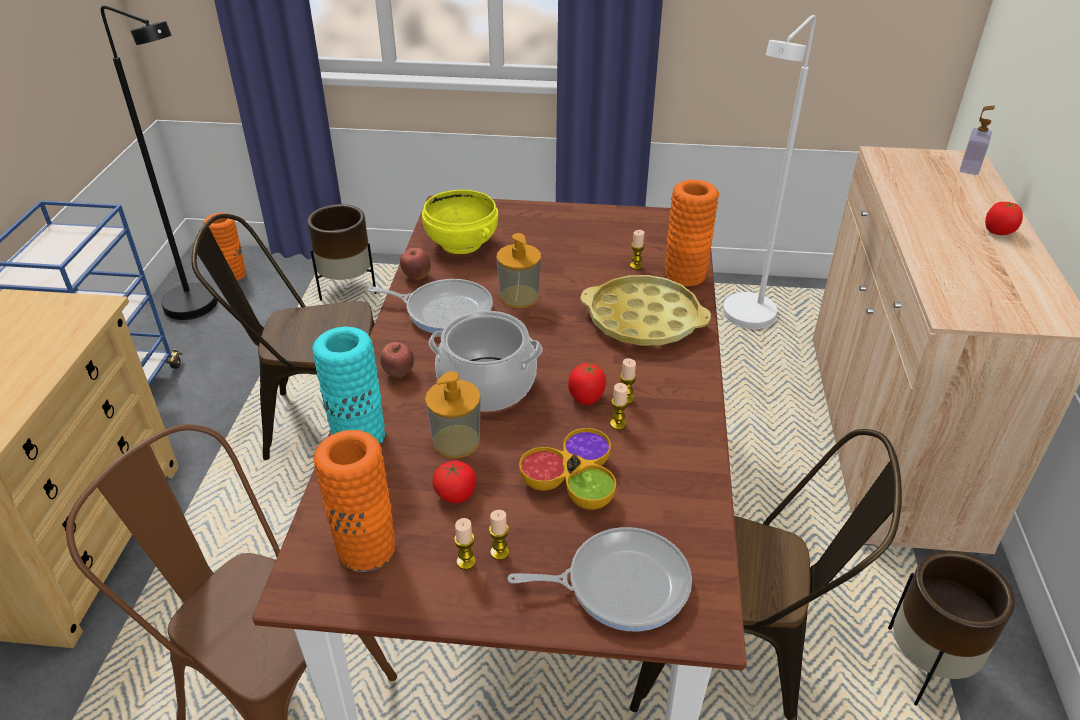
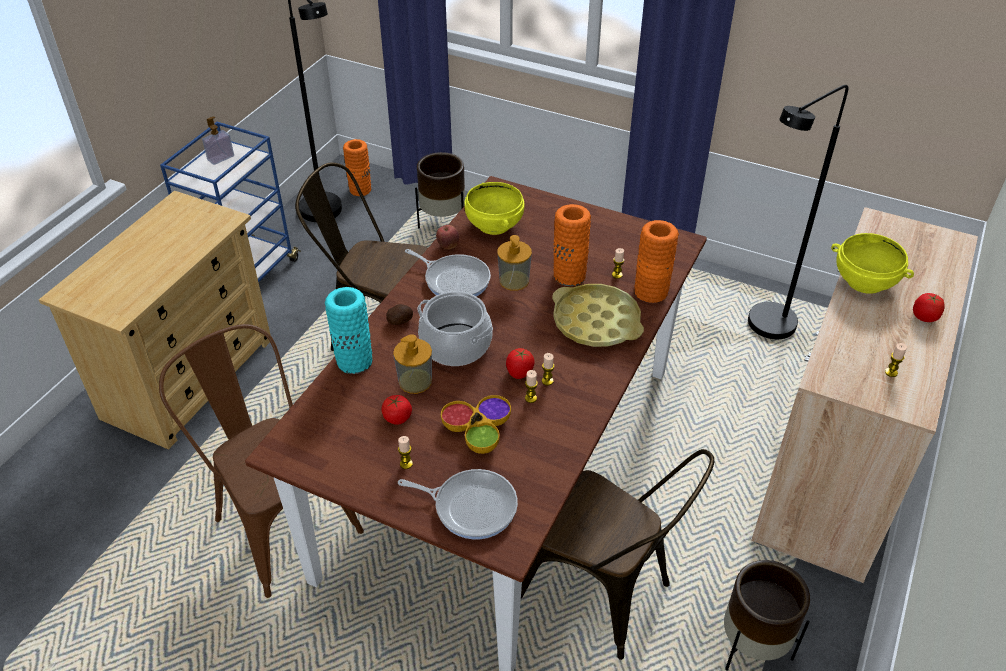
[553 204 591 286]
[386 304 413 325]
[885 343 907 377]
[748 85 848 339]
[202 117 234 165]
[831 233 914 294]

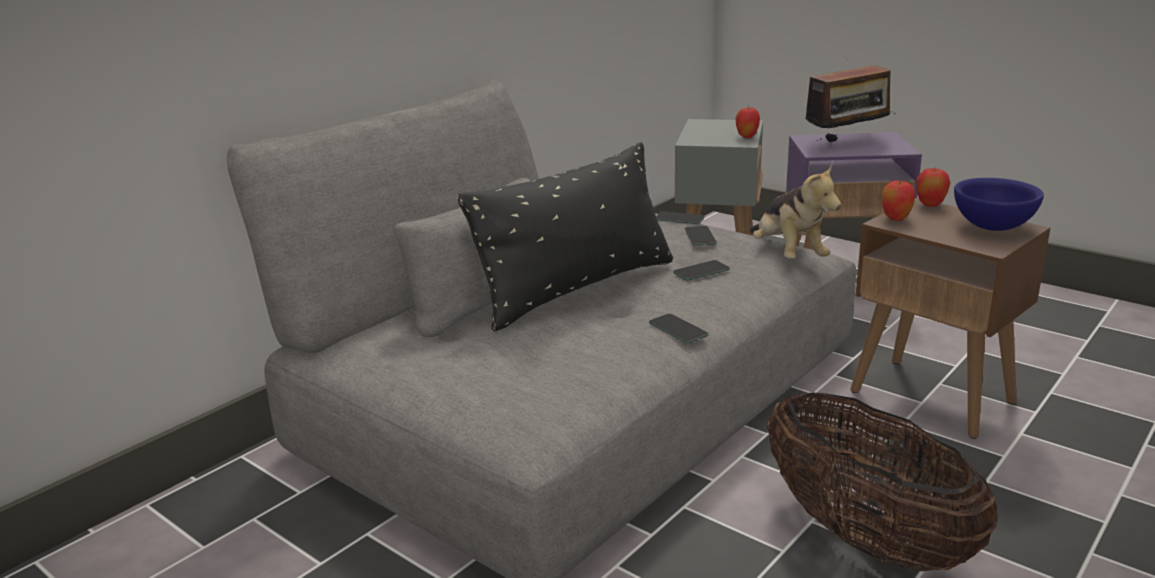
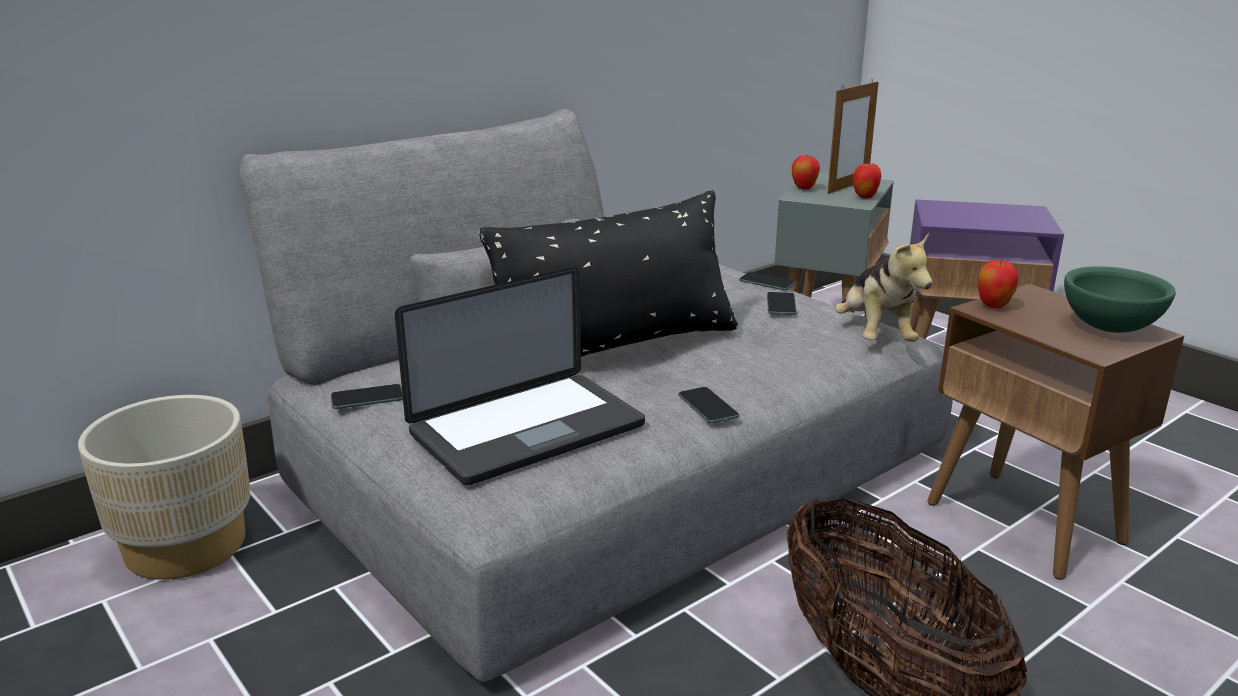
[331 384 403 409]
[799 56 895 142] (first image)
[792 156 820 189]
[1064 266 1176 333]
[78 395 250 579]
[395 267 645 485]
[827 79 879 194]

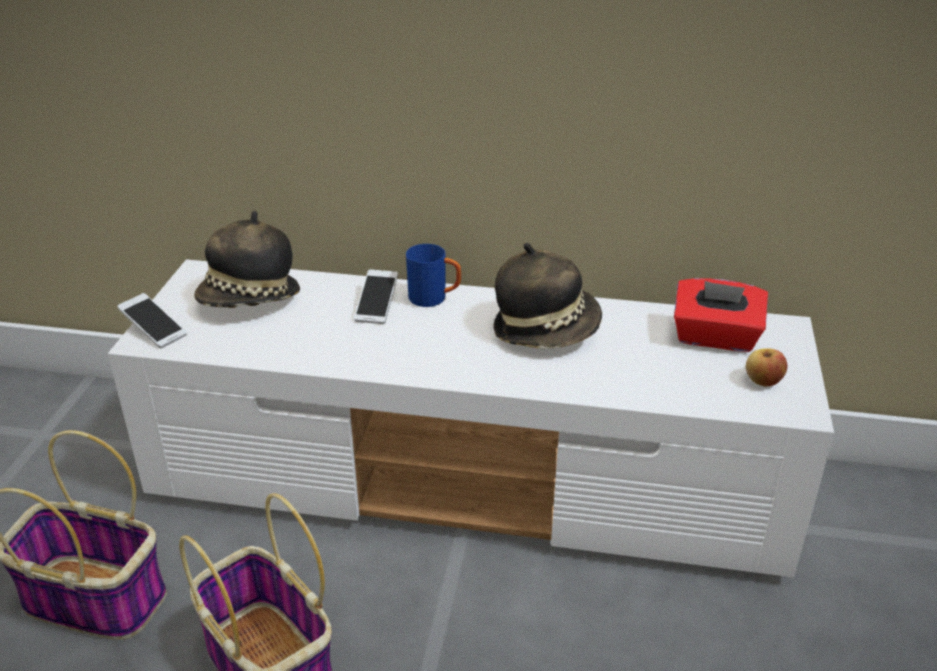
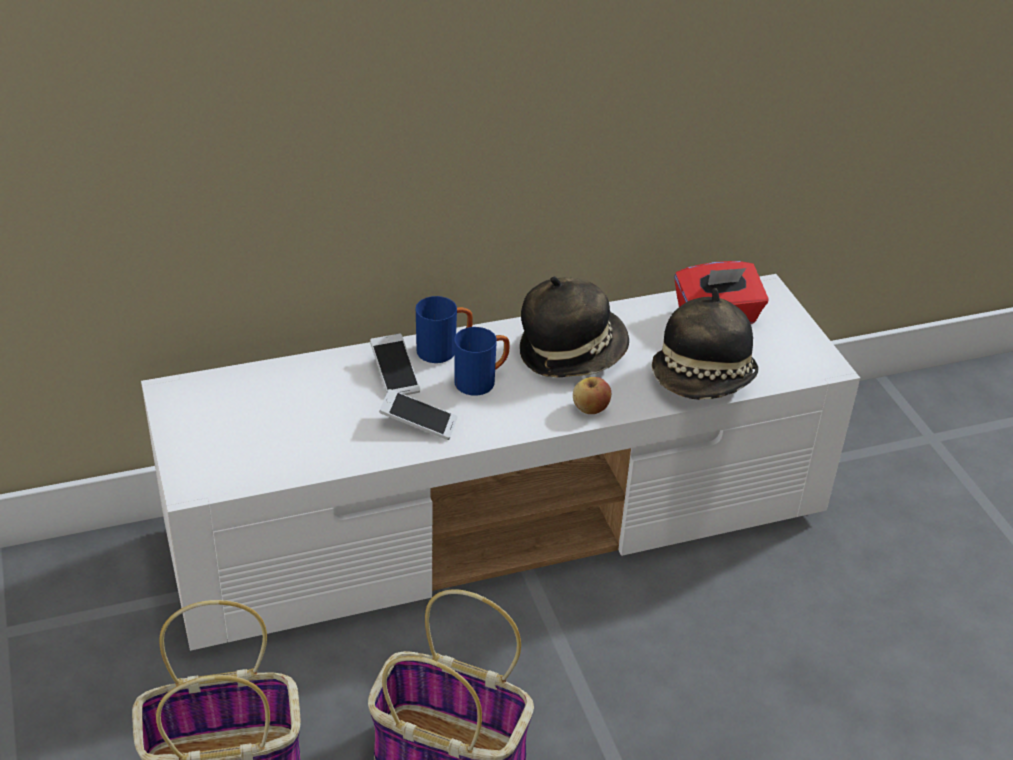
[379 389 458 440]
[652 288 758 400]
[573 377 611 414]
[454 327 510 396]

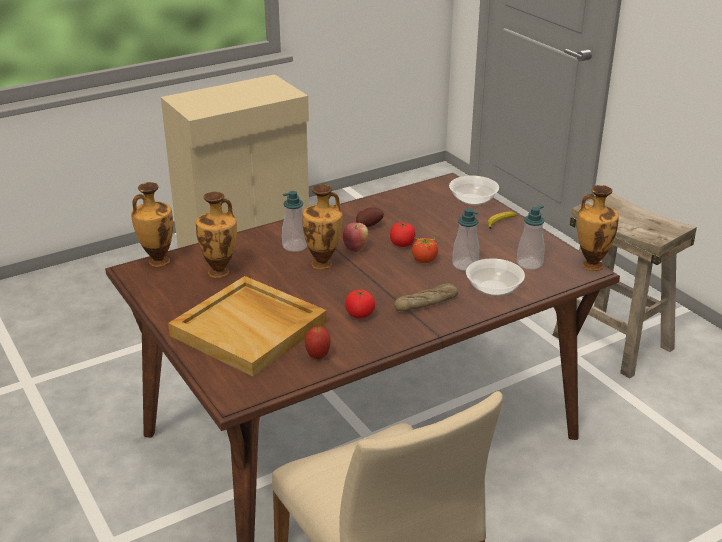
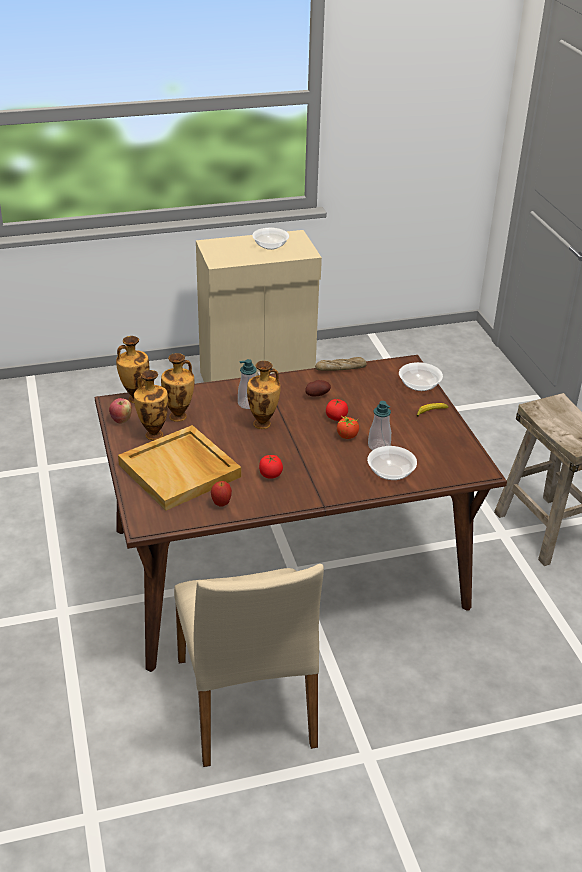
[109 398 132 424]
[315 357 367 371]
[517 205 545 270] (first image)
[134 370 168 440]
[252 228 289 250]

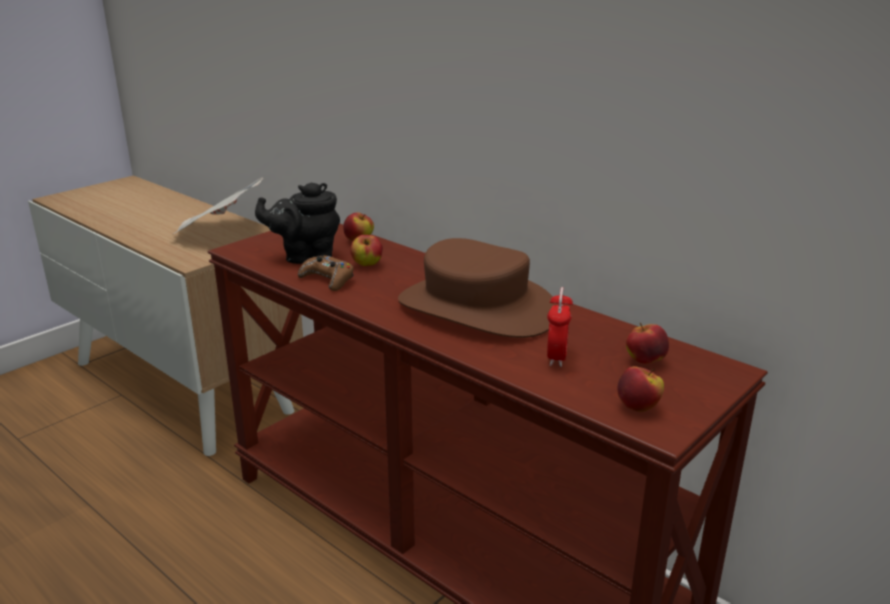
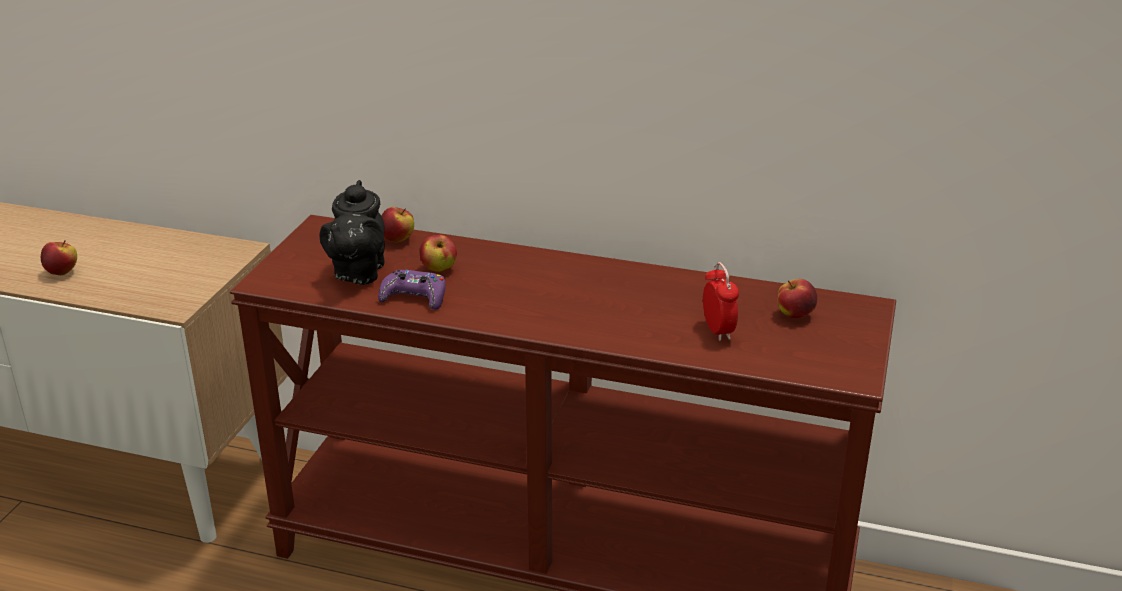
[174 178 263 234] (first image)
[319 180 385 285]
[378 270 446 310]
[398 238 558 338] (first image)
[41 241 77 275]

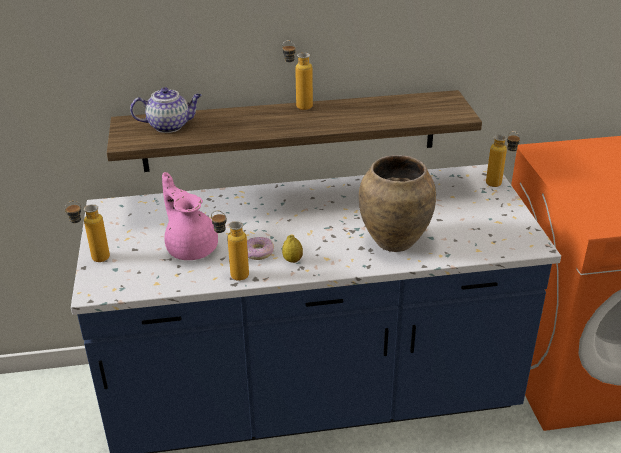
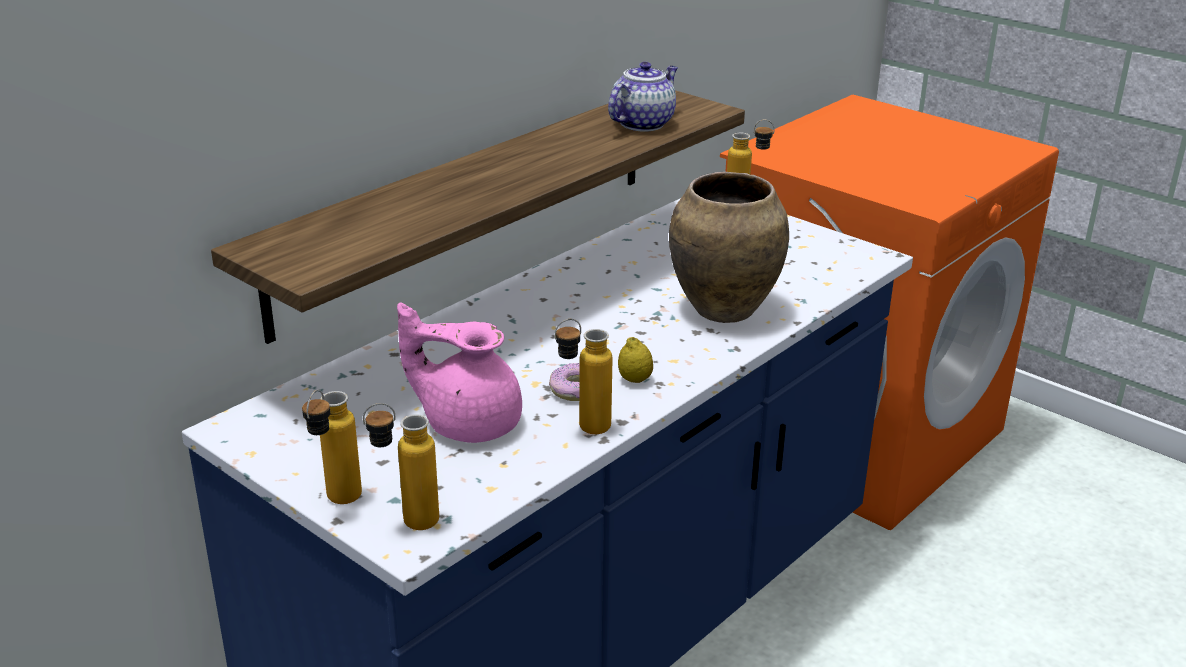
[608 62 678 132]
[363 403 439 530]

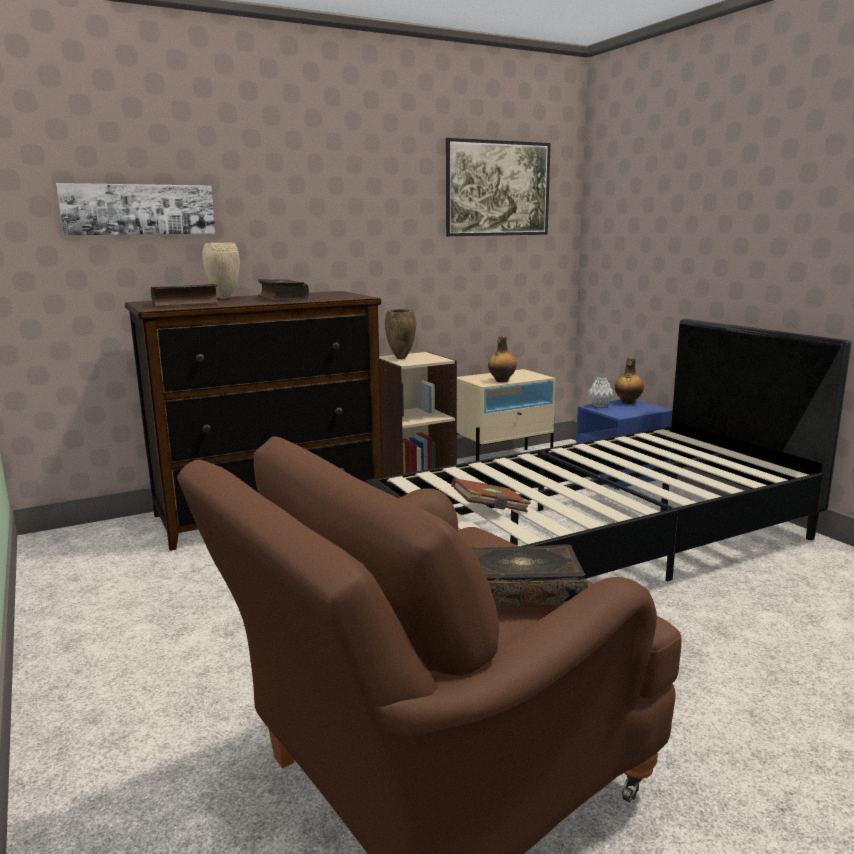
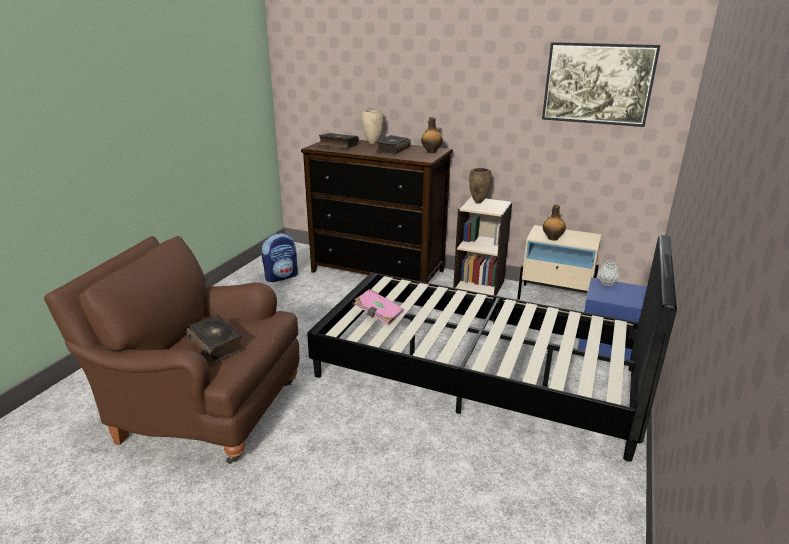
[56 183 215 236] (first image)
[354 289 403 325]
[421 117 443 153]
[262 233 298 282]

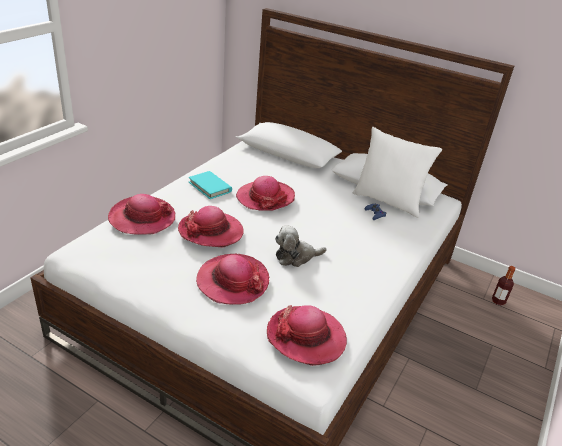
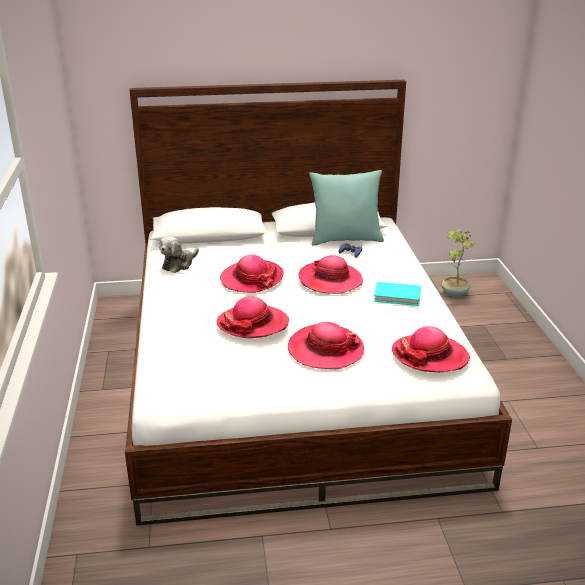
[298 255 363 294]
[374 282 421 306]
[159 236 199 273]
[309 170 384 245]
[441 230 475 297]

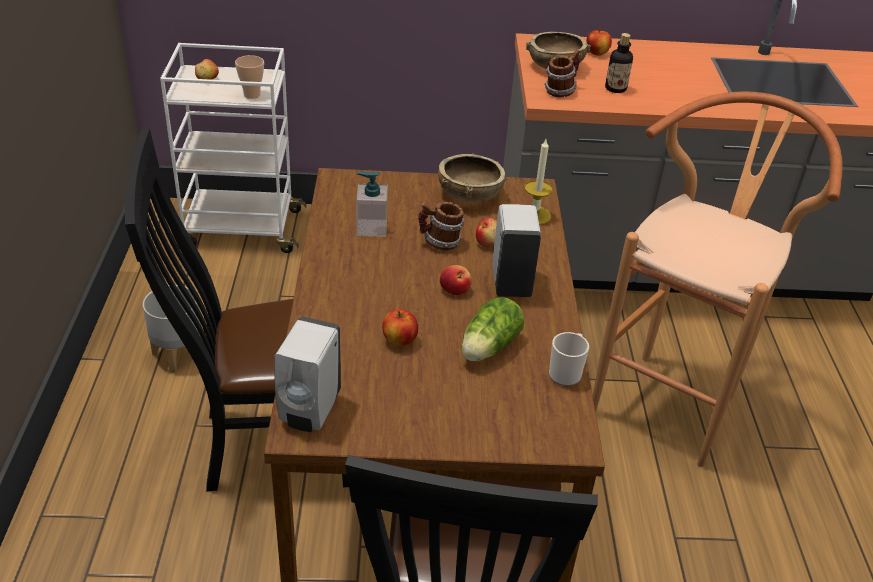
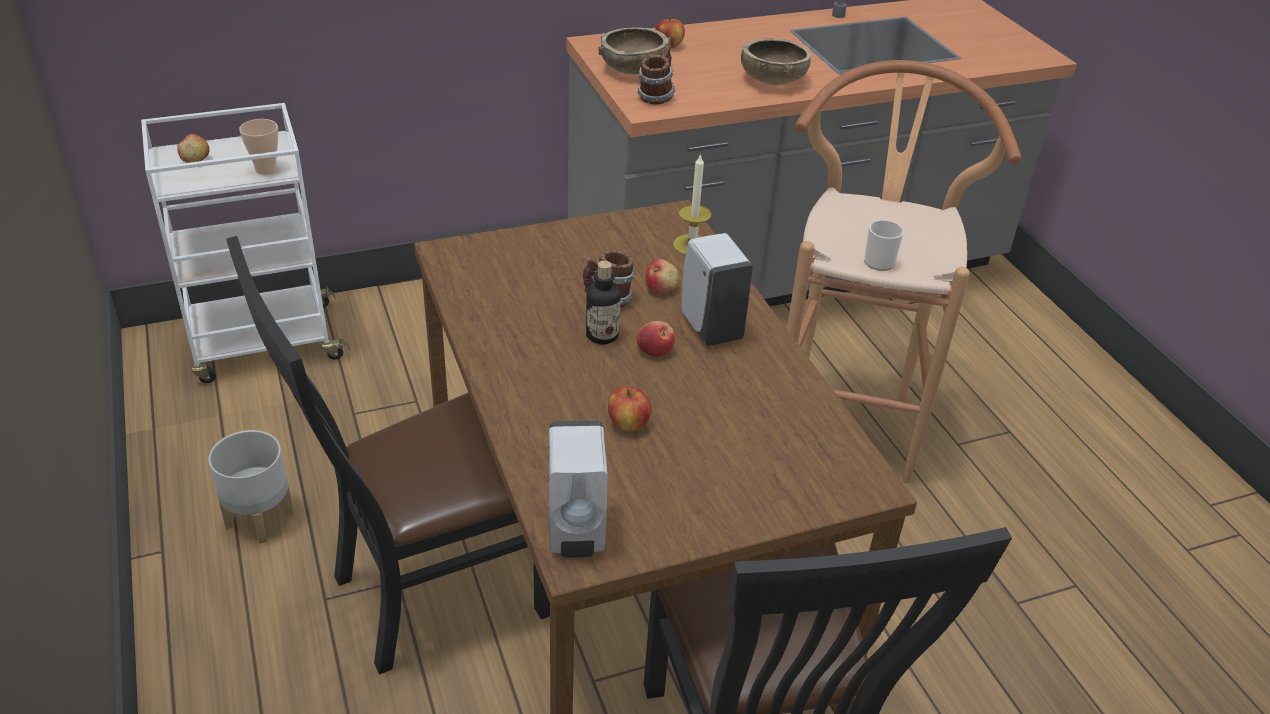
[357 172 388 237] (first image)
[741 38 811 85]
[462 297 524 362] (first image)
[864 220 904 271]
[586 261 621 344]

